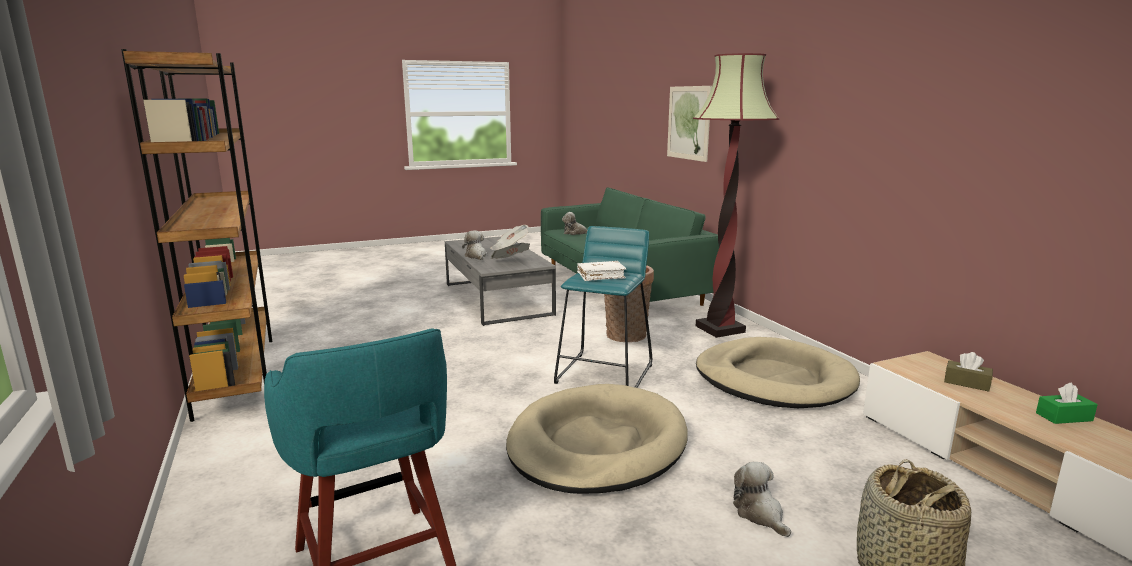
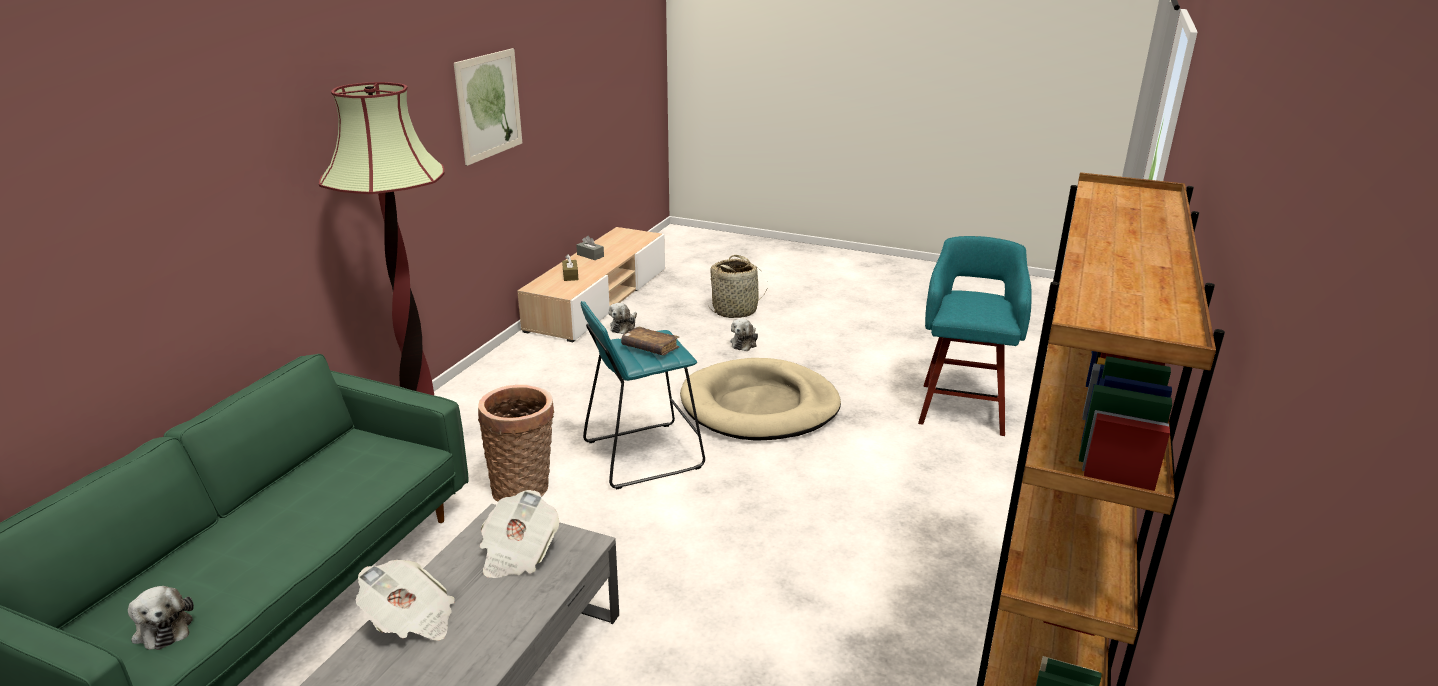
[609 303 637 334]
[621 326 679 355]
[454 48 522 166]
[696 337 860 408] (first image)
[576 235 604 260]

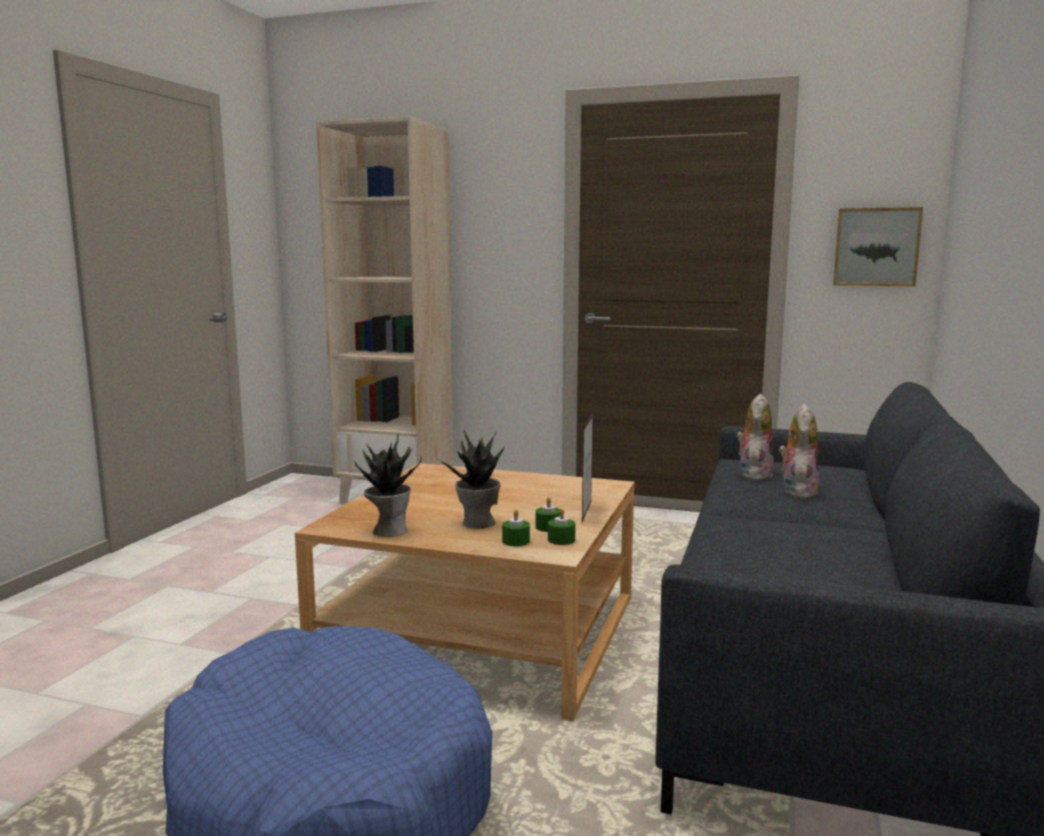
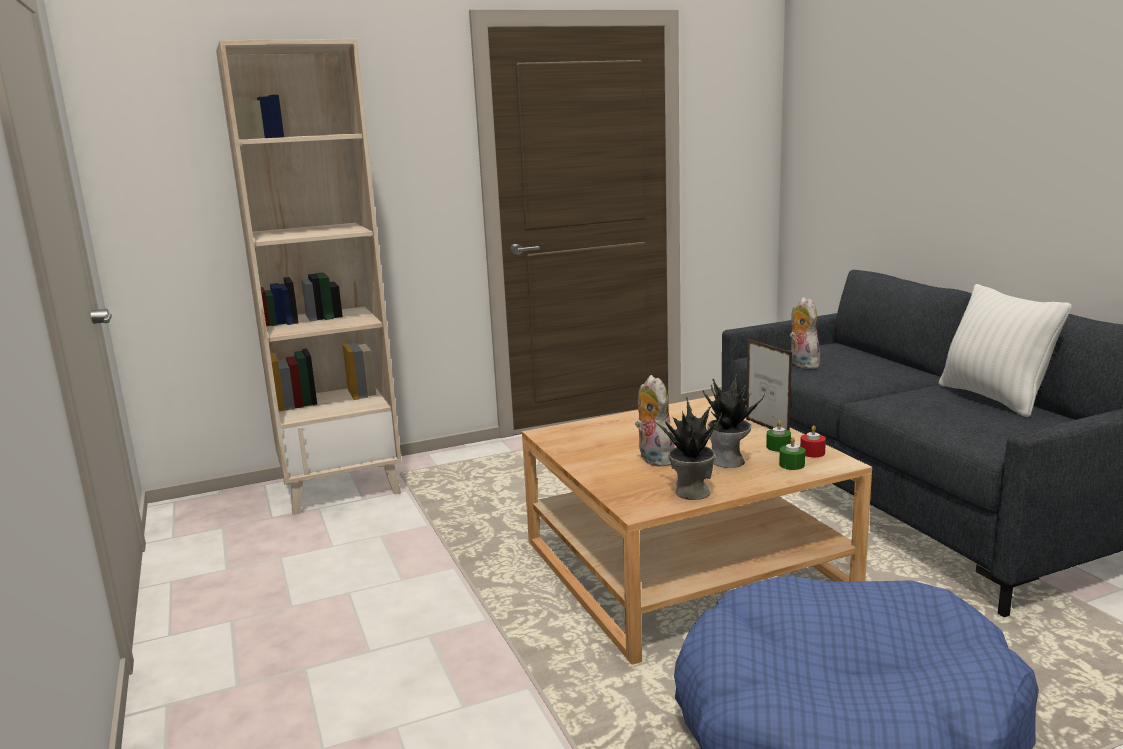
[800 425 826 457]
[635 375 675 467]
[833 207 923 286] (first image)
[939 284 1071 417]

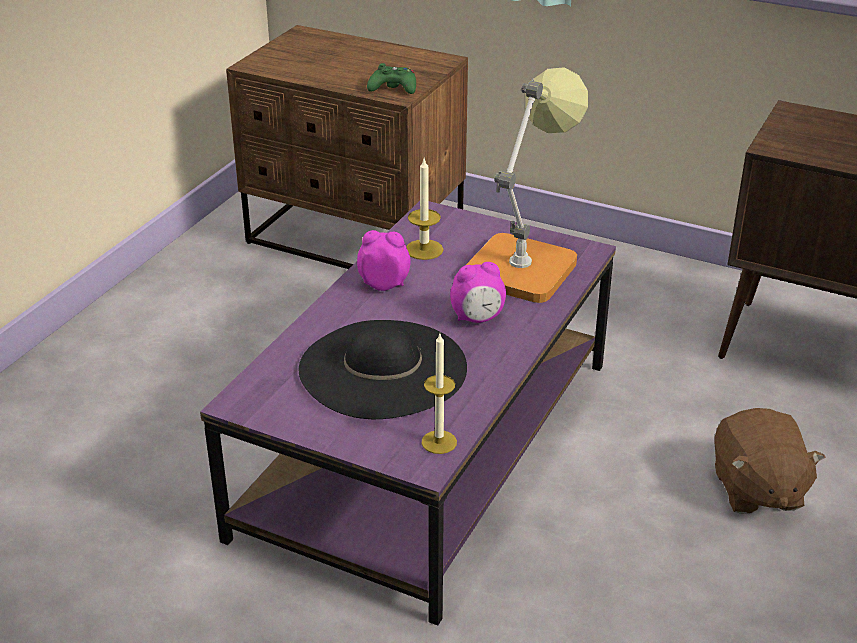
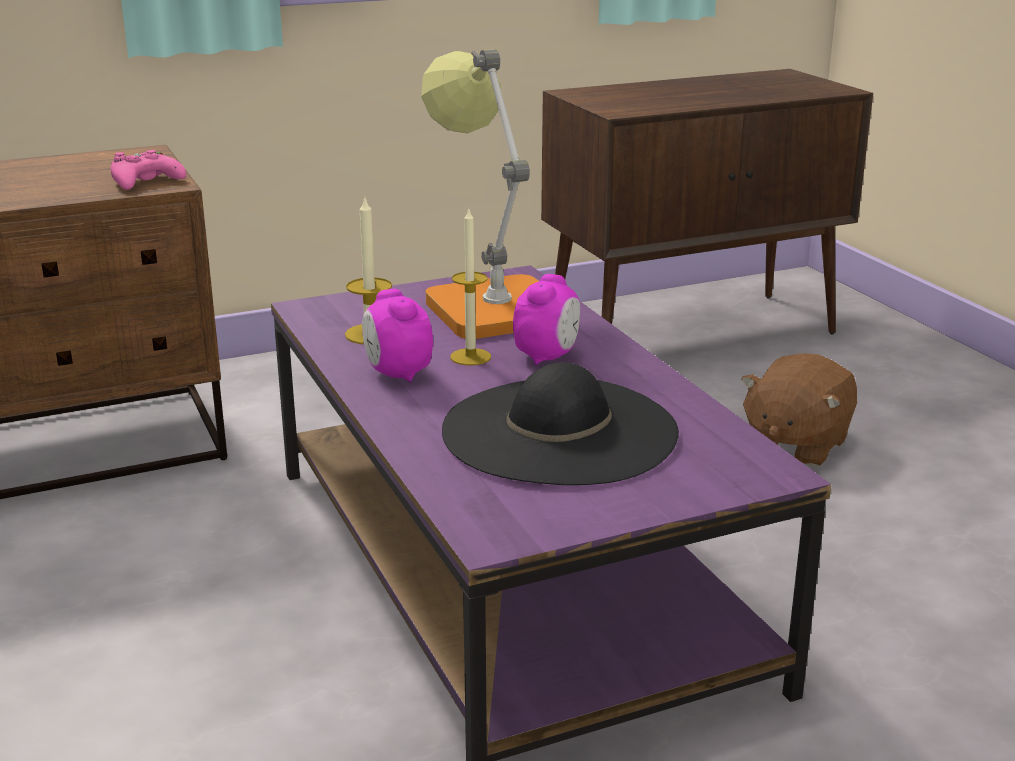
[362 289 433 383]
[111 150 186 190]
[450 207 491 365]
[741 353 857 467]

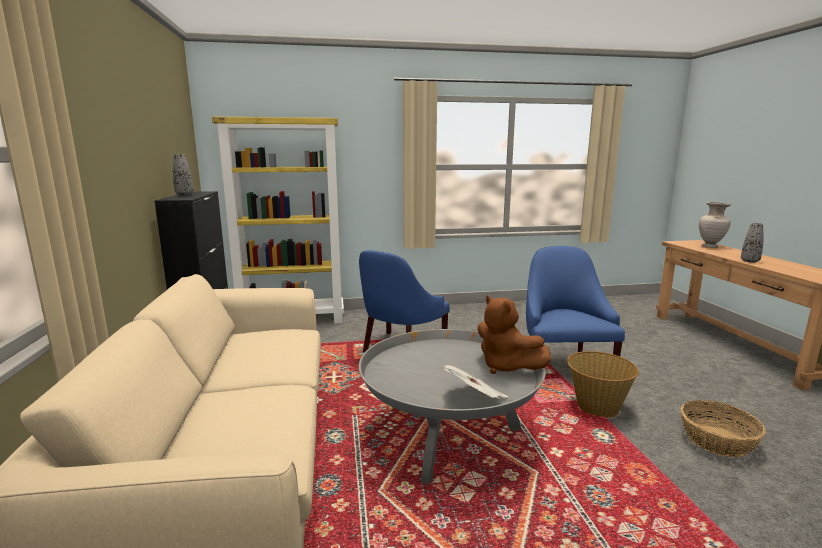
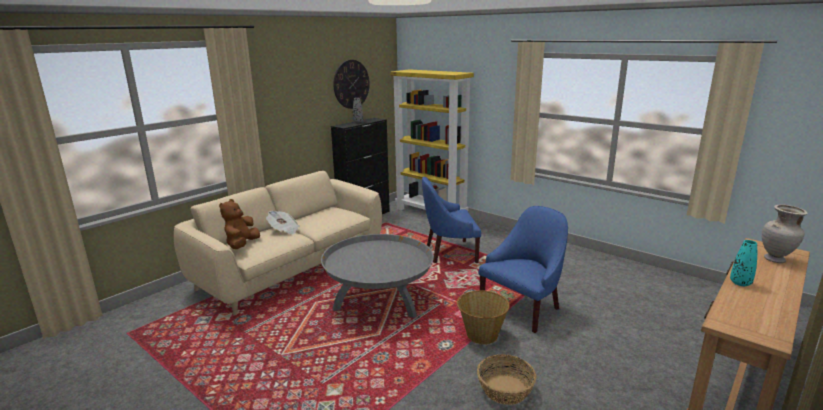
[266 211 300 235]
[219 199 260 249]
[730 240 757 286]
[333 60 370 109]

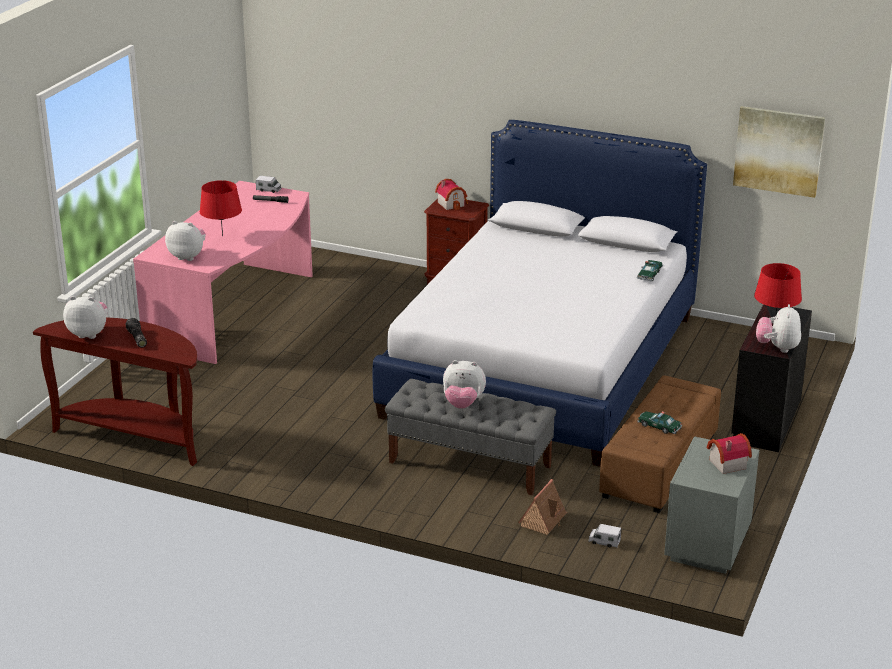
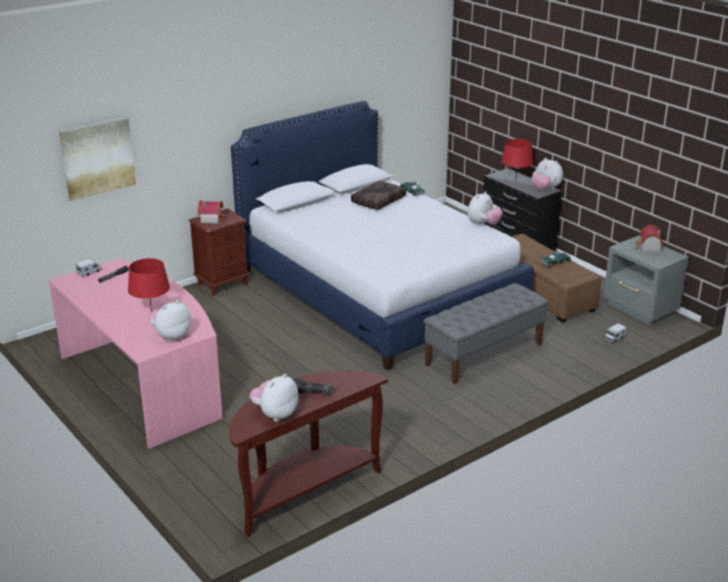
[467 191 503 226]
[518 479 567 535] (first image)
[59 117 136 201]
[351 181 406 210]

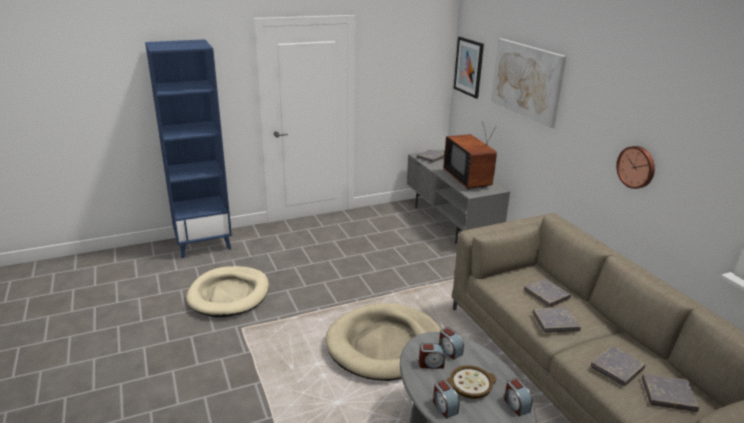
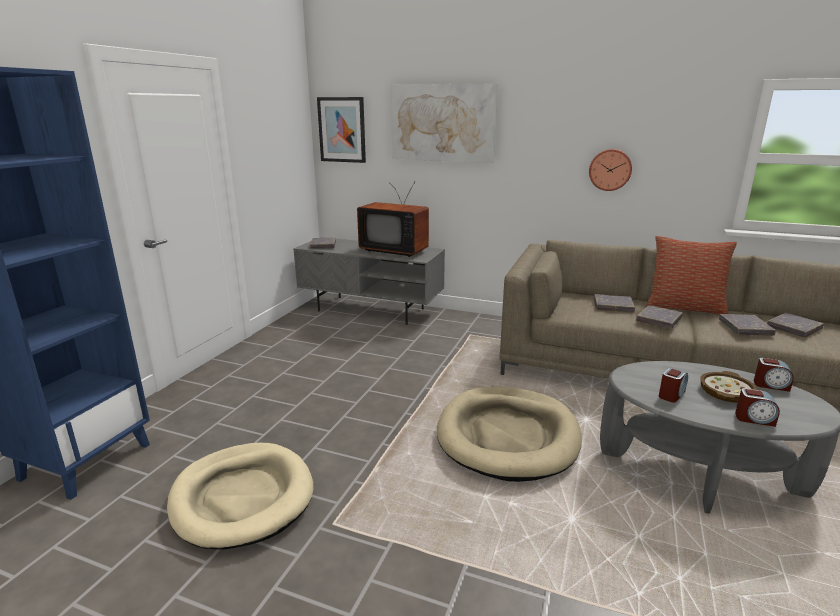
[439 327 464 360] (first image)
[646 236 737 315]

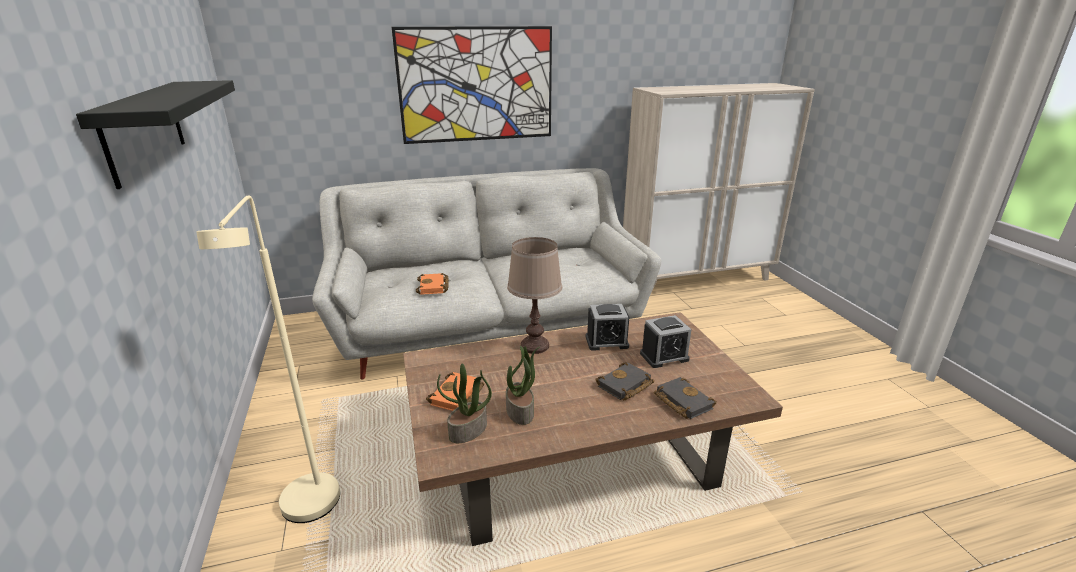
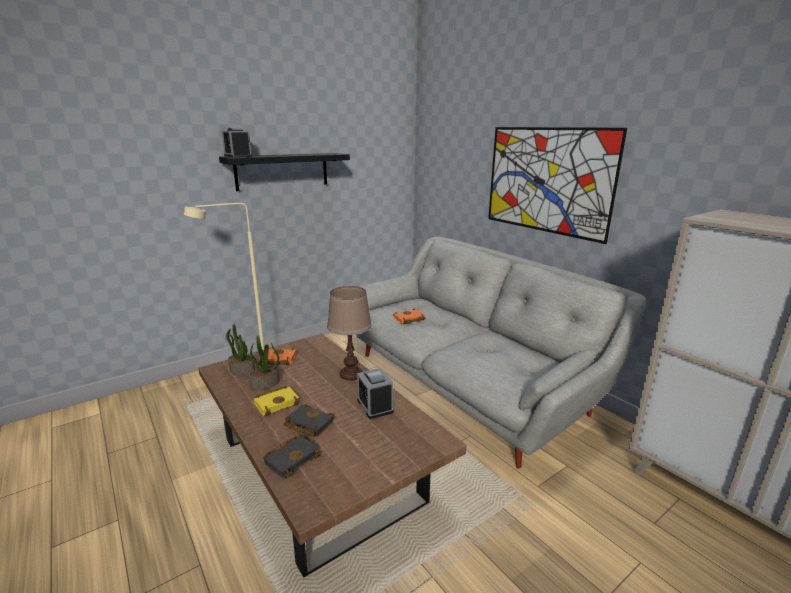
[222 128 252 158]
[254 386 300 416]

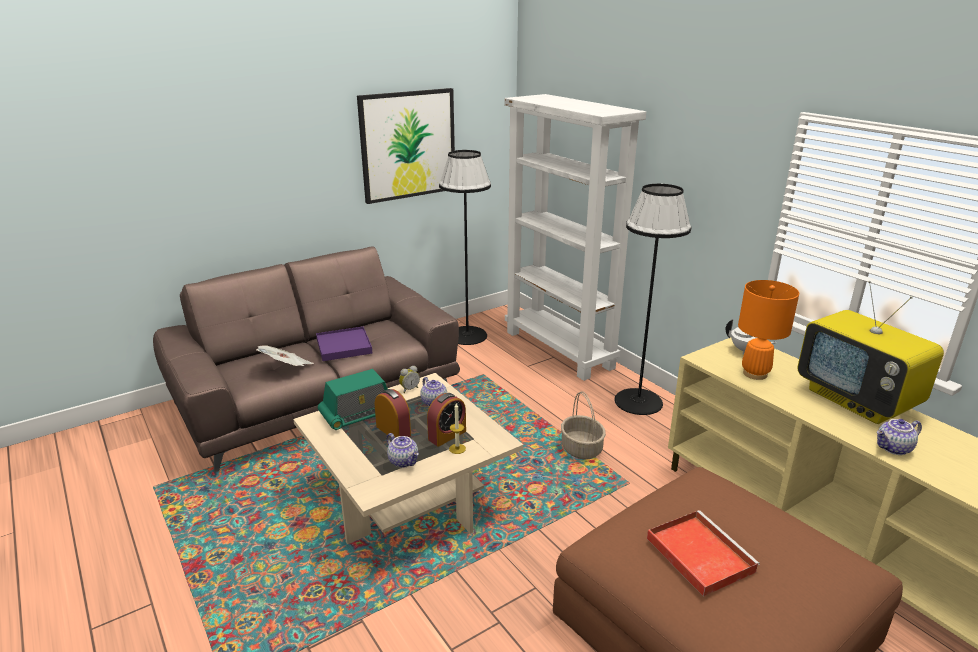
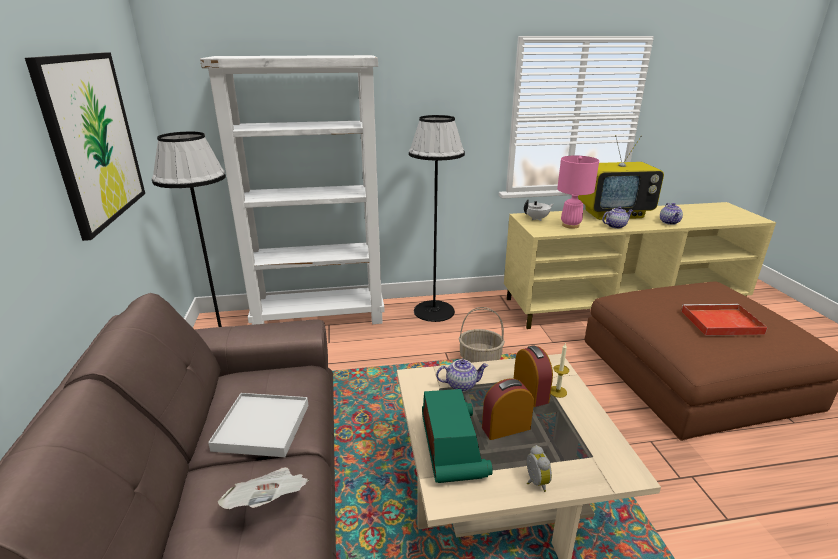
[208 393 309 457]
[602 206 634 229]
[527 445 552 492]
[557 155 599 229]

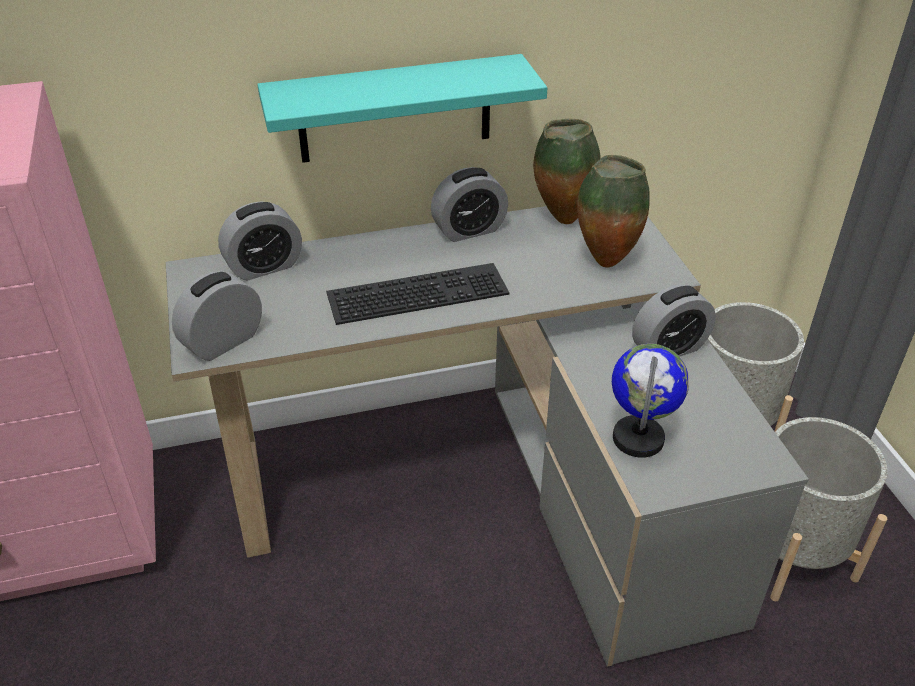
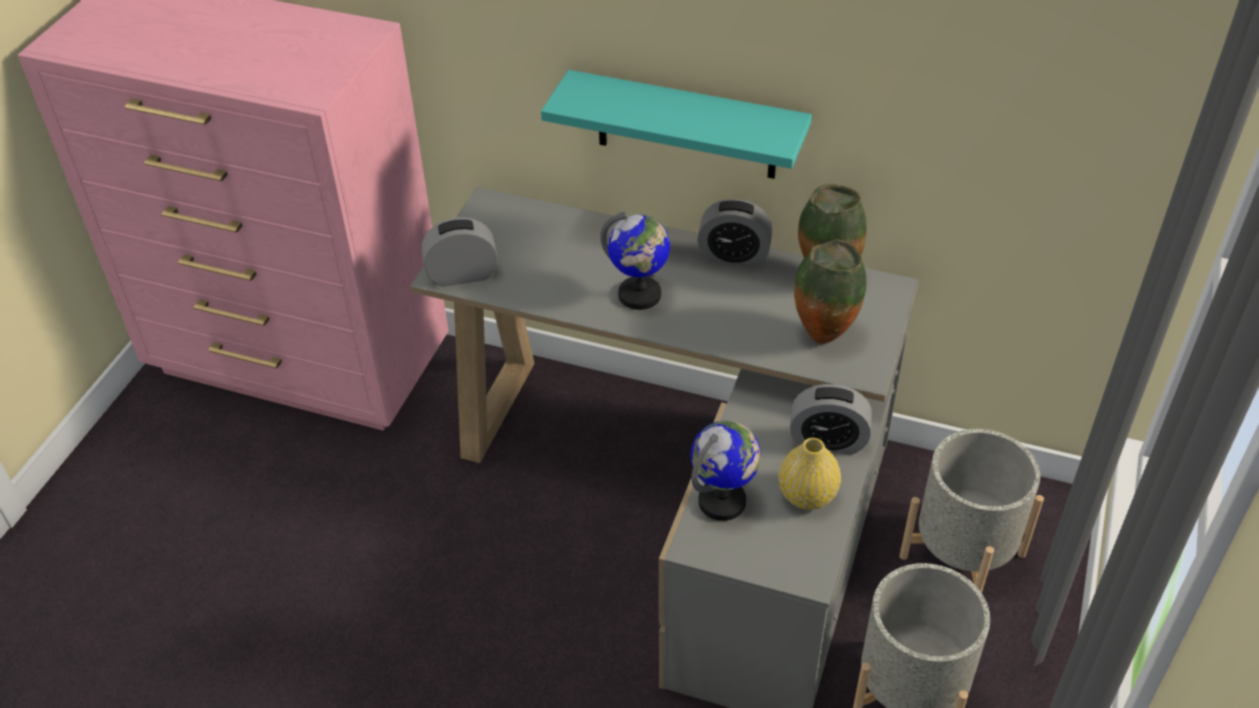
[218 201 302 281] (first image)
[600 212 670 310]
[779 438 841 510]

